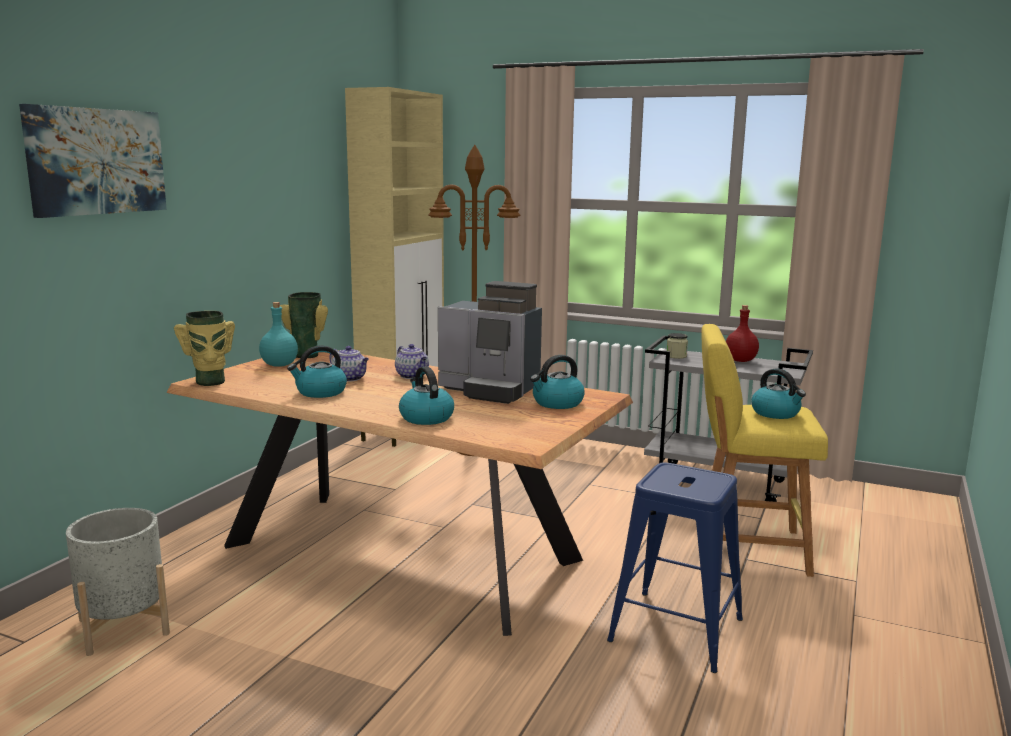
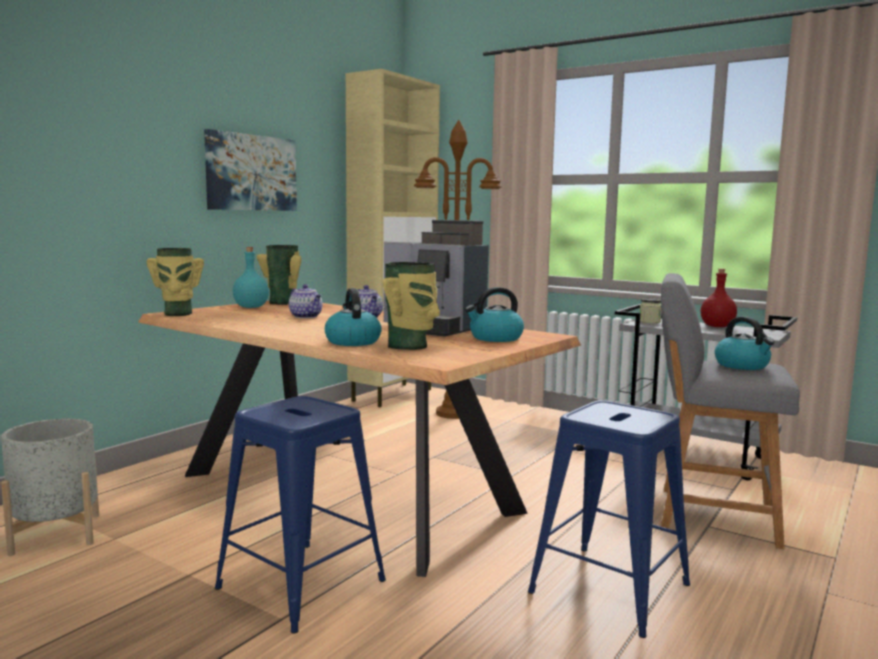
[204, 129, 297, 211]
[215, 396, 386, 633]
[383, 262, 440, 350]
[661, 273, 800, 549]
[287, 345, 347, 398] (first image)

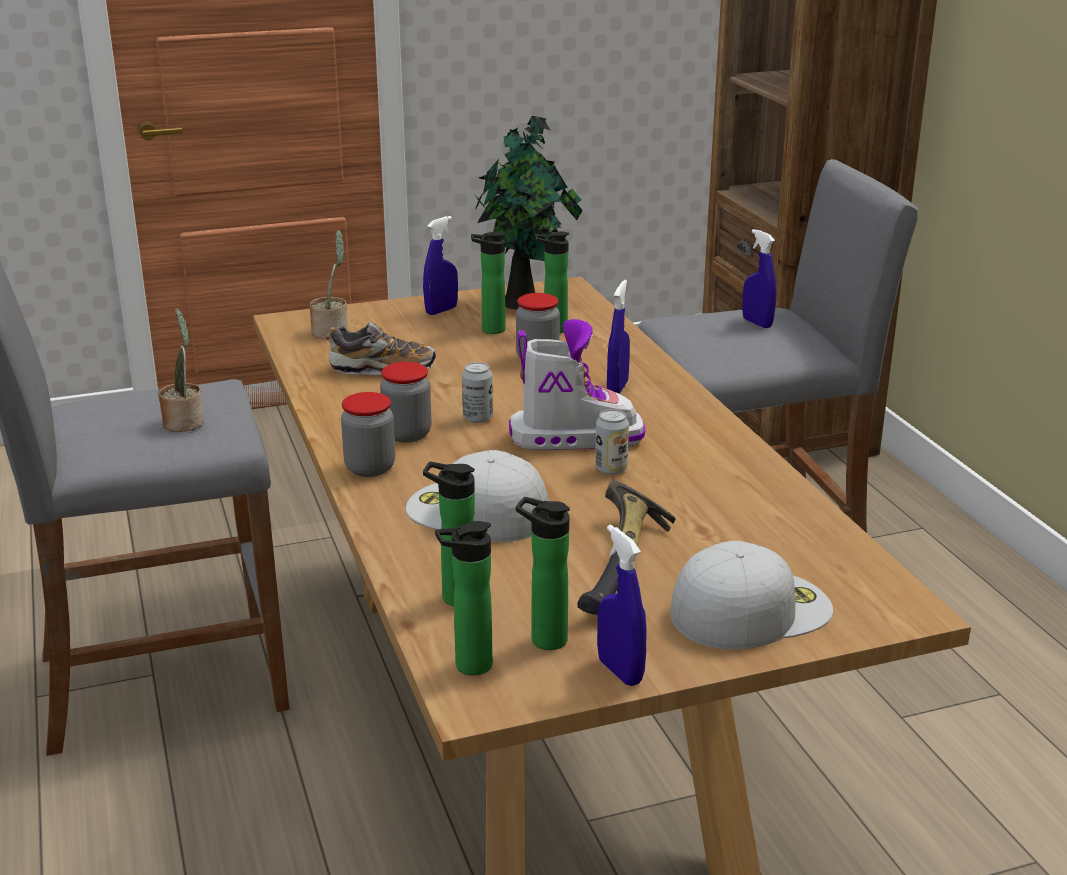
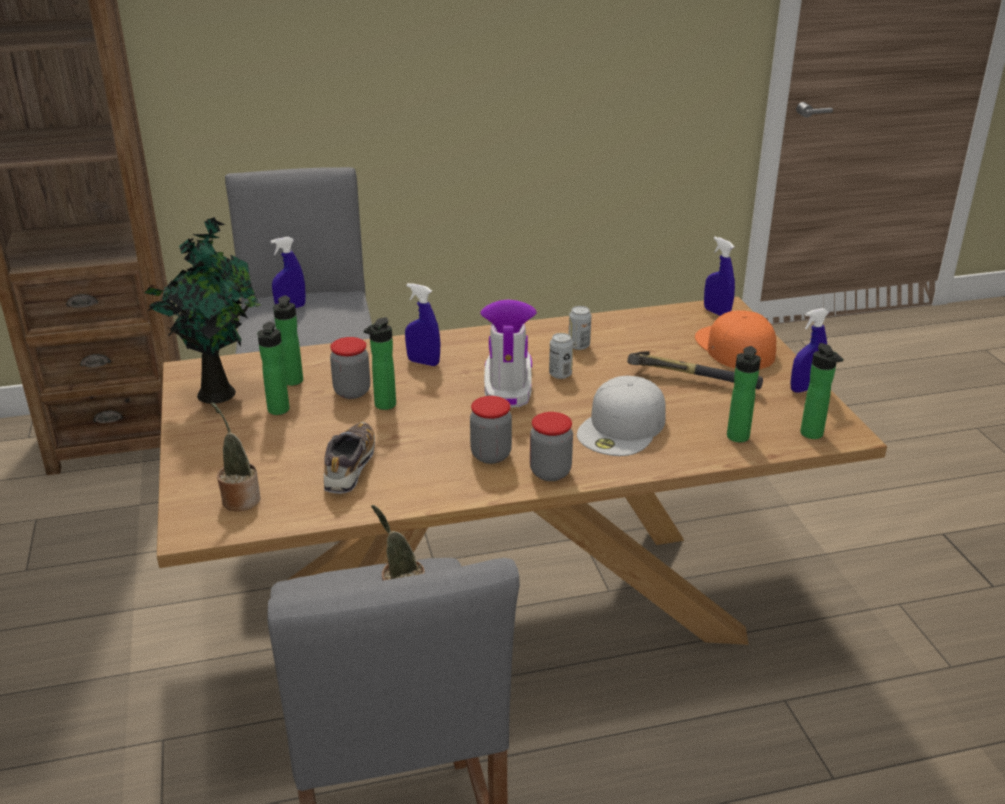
[364, 317, 396, 410]
[569, 306, 592, 350]
[695, 310, 776, 369]
[704, 236, 735, 316]

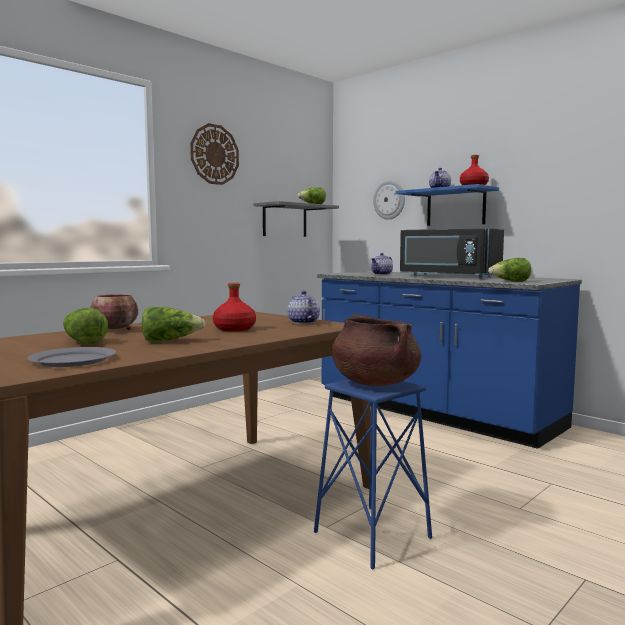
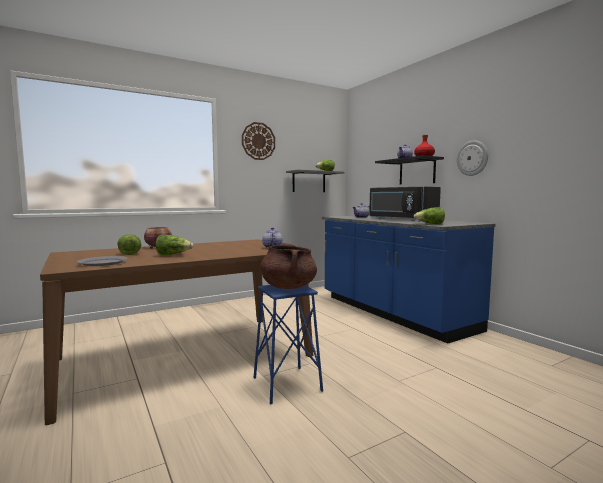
[375, 155, 444, 185]
[457, 141, 488, 176]
[213, 283, 256, 331] (first image)

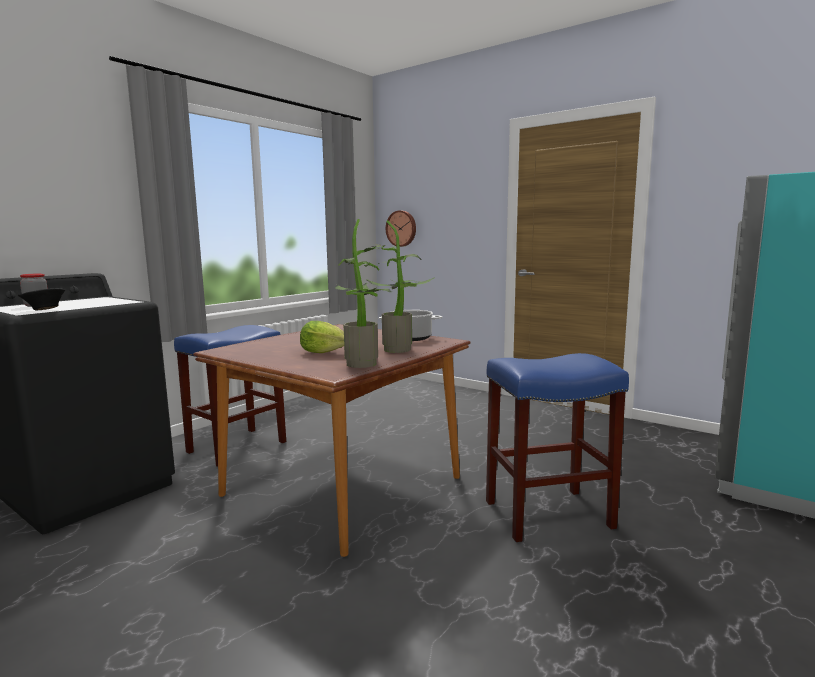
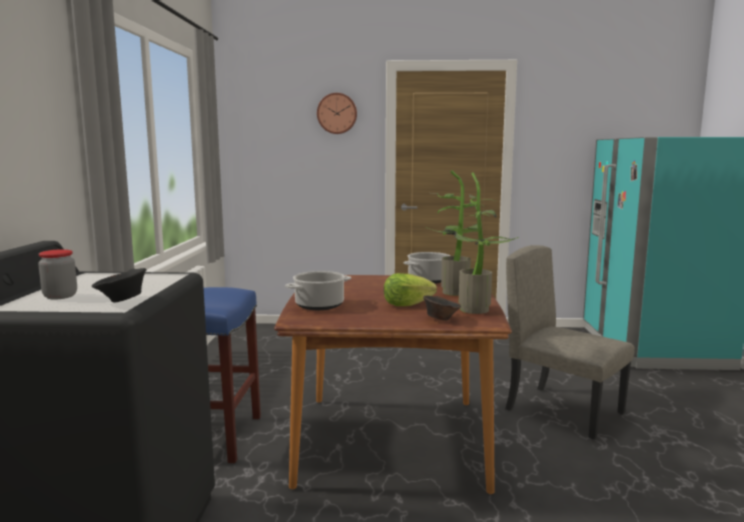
[285, 271, 351, 310]
[317, 93, 357, 134]
[423, 296, 461, 321]
[505, 245, 635, 440]

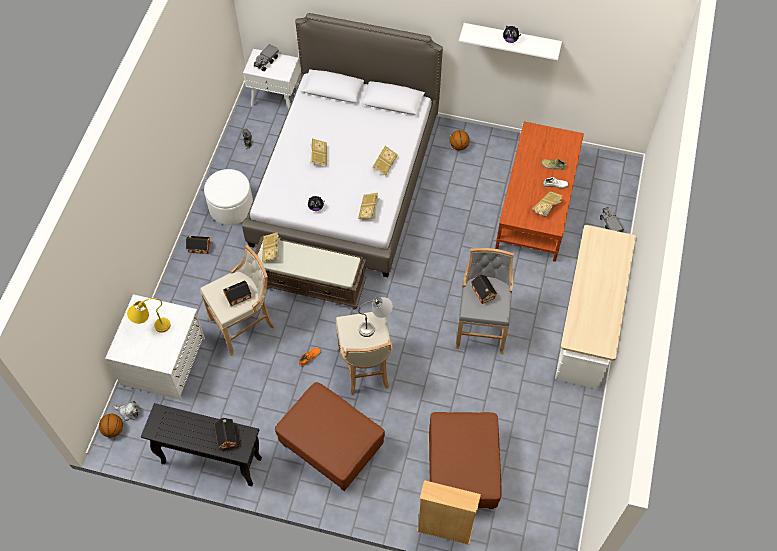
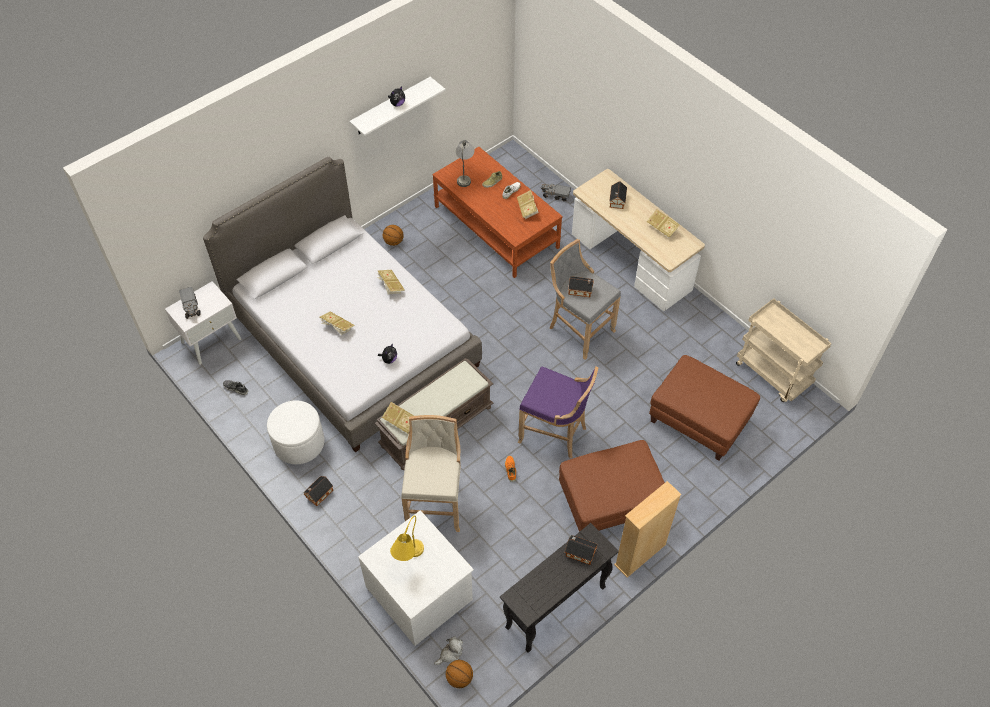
[456, 140, 474, 187]
[518, 366, 599, 458]
[609, 181, 627, 209]
[614, 481, 681, 578]
[647, 209, 680, 238]
[736, 298, 832, 402]

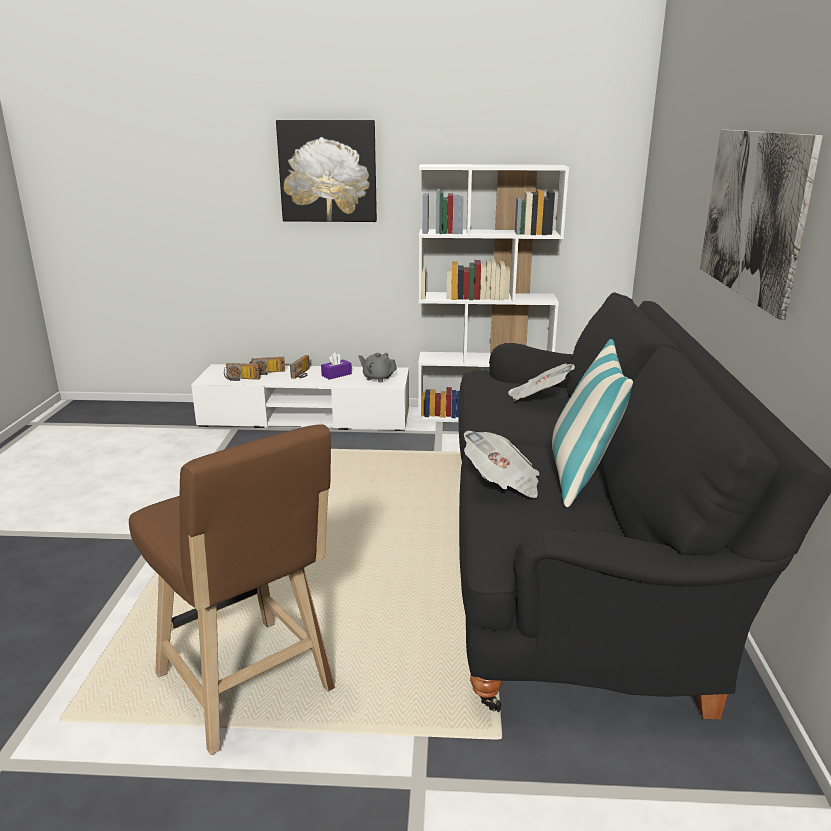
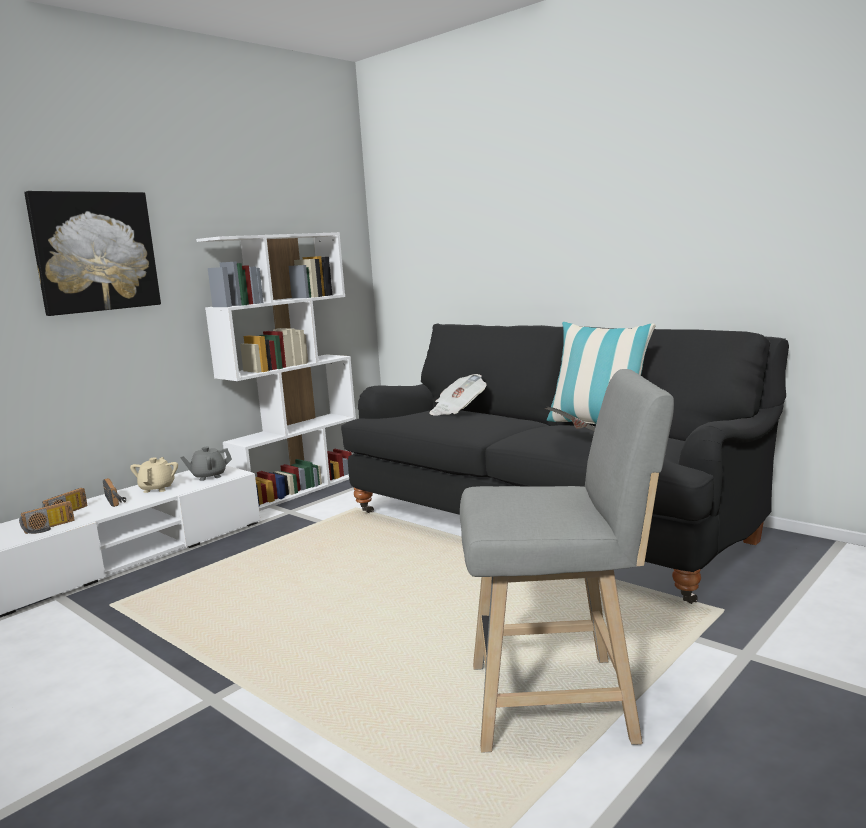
[130, 457, 178, 493]
[460, 369, 674, 753]
[700, 130, 823, 320] (first image)

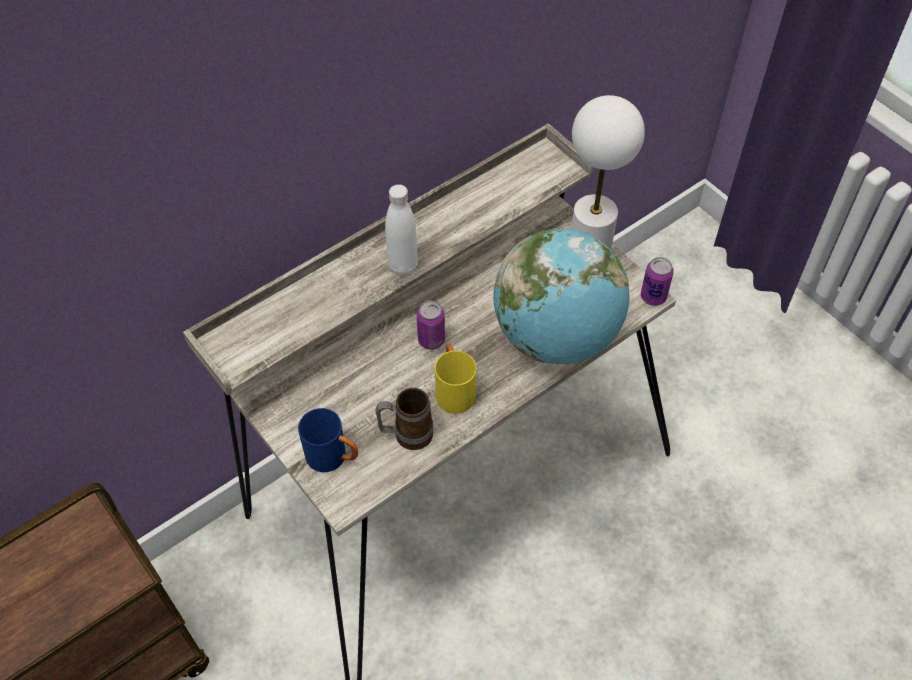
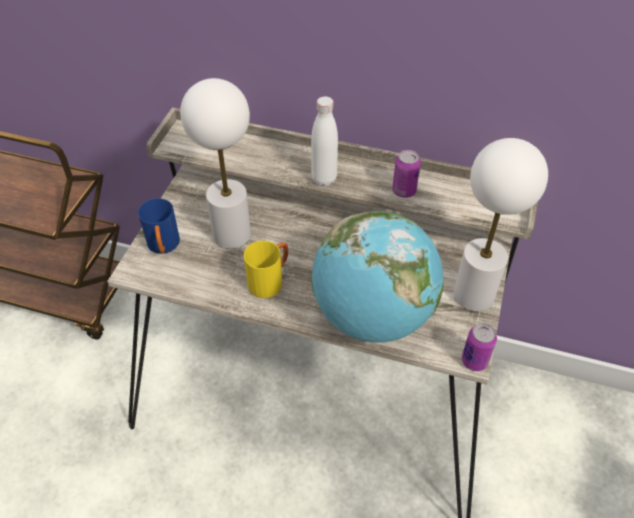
[180, 78, 251, 249]
[392, 150, 421, 198]
[375, 388, 433, 450] (first image)

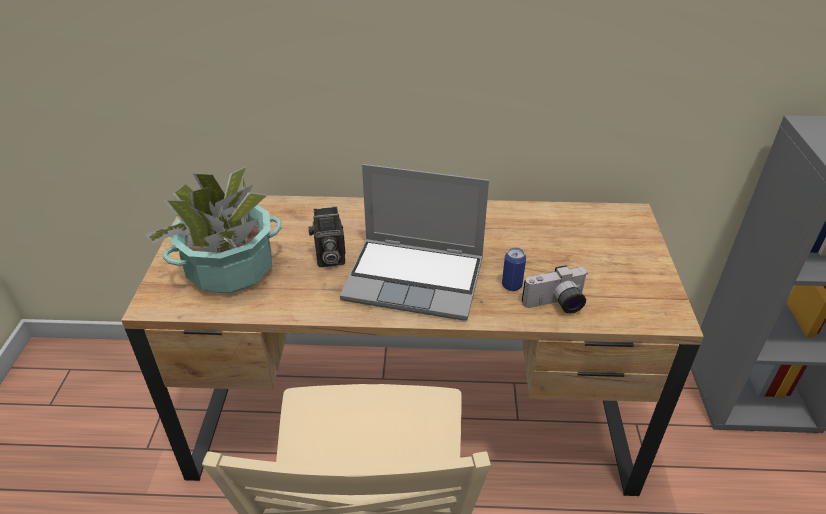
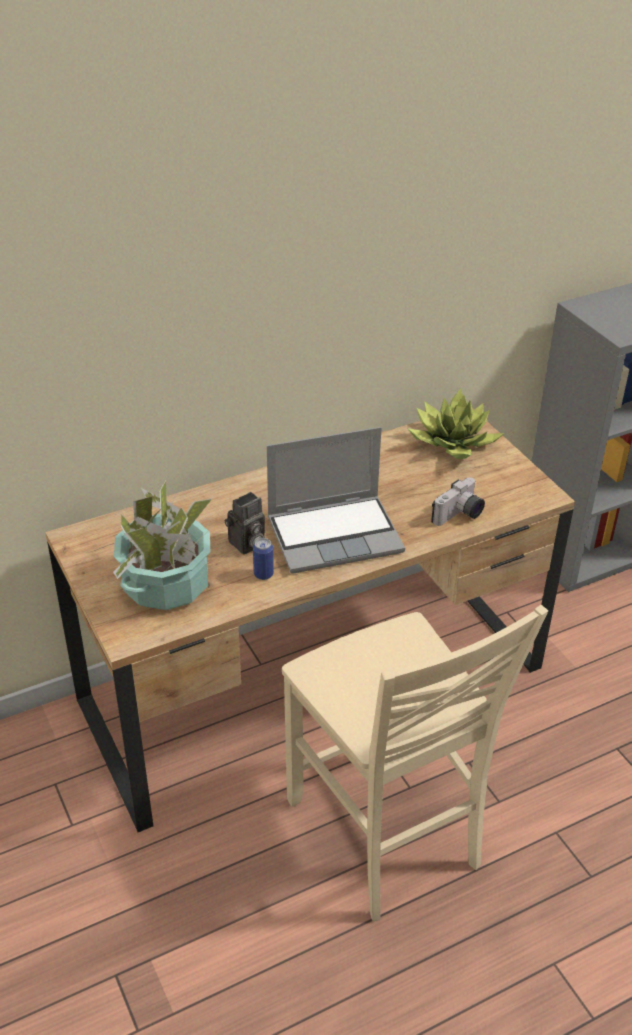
[253, 538, 274, 580]
[408, 388, 505, 459]

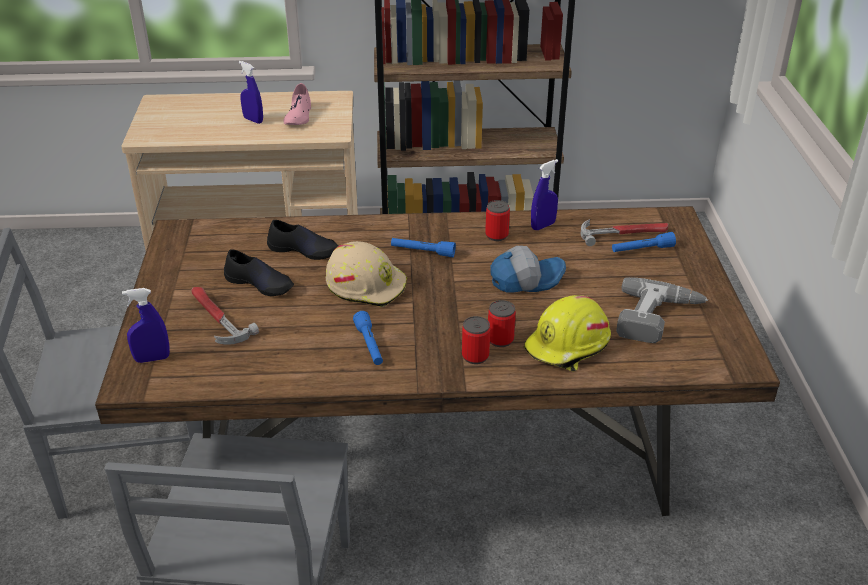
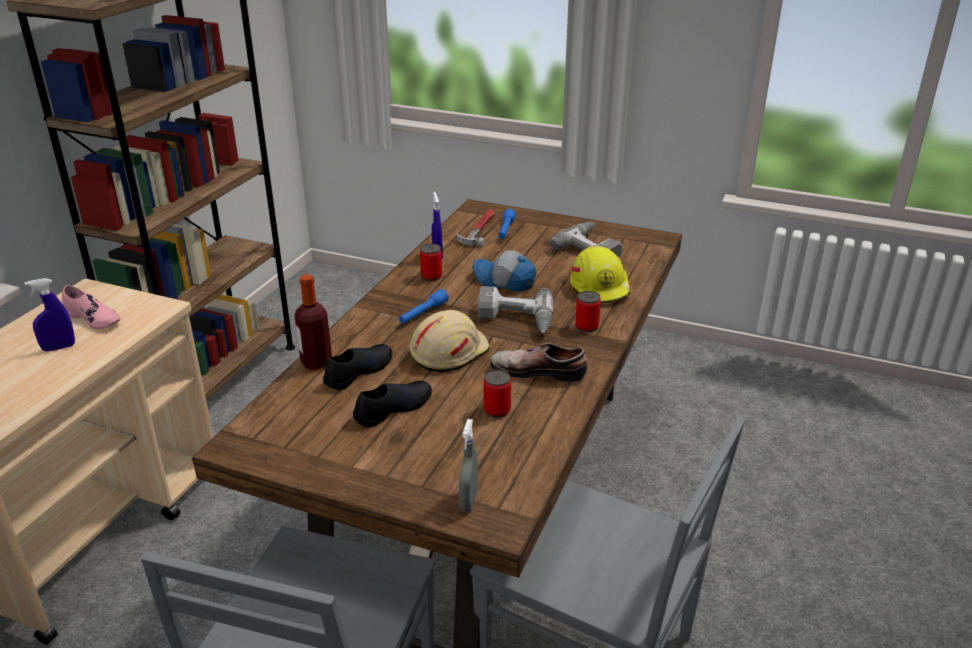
[294, 274, 332, 370]
[459, 419, 478, 512]
[472, 250, 537, 291]
[478, 286, 553, 333]
[483, 370, 511, 418]
[490, 343, 587, 382]
[191, 287, 259, 345] (first image)

